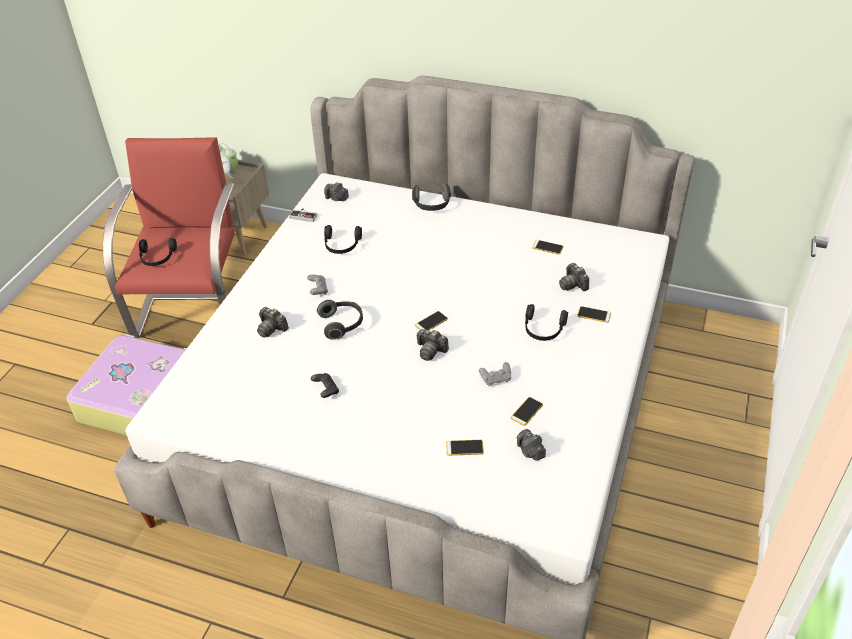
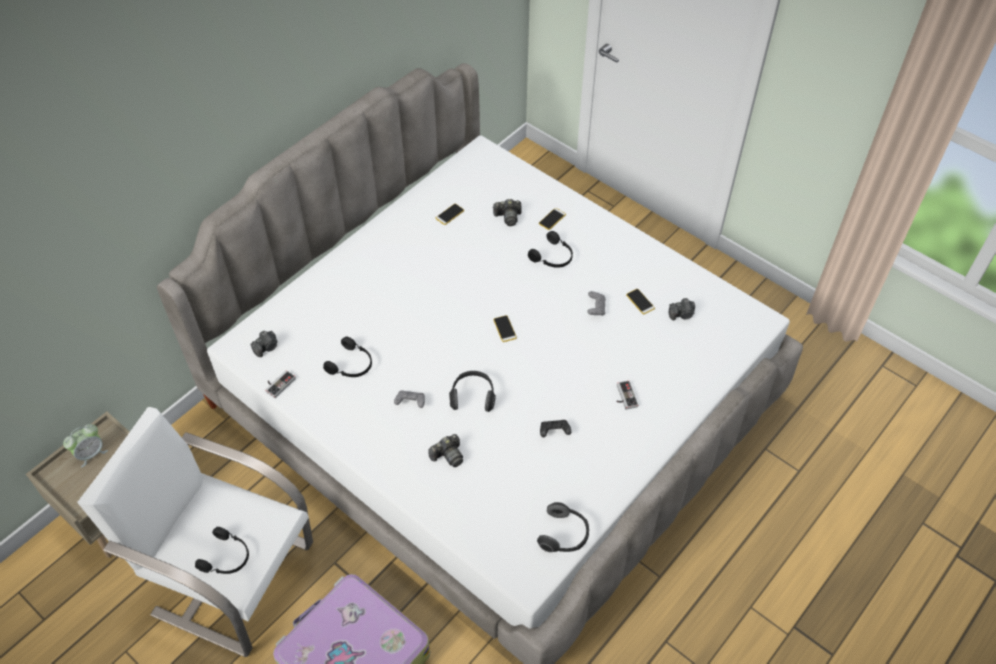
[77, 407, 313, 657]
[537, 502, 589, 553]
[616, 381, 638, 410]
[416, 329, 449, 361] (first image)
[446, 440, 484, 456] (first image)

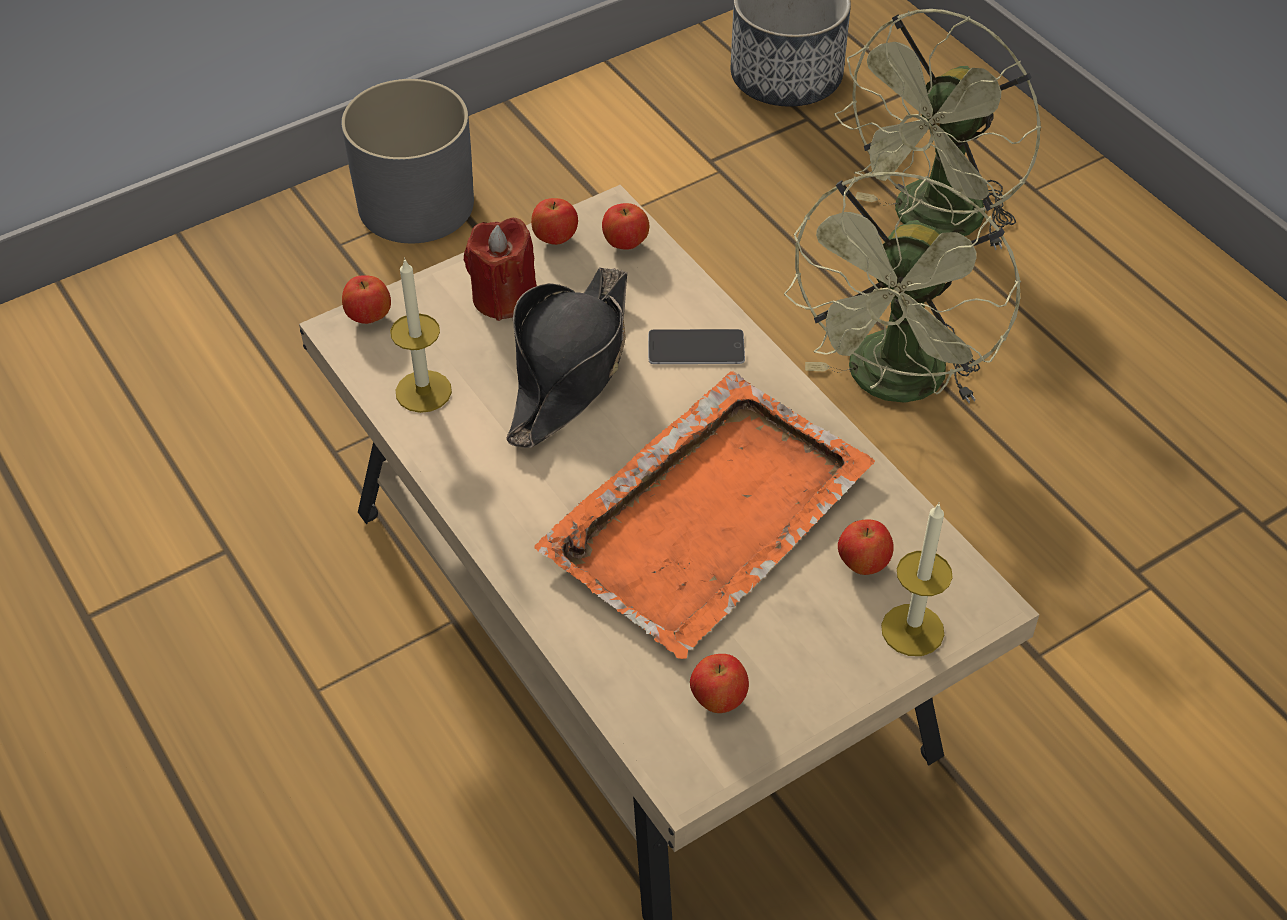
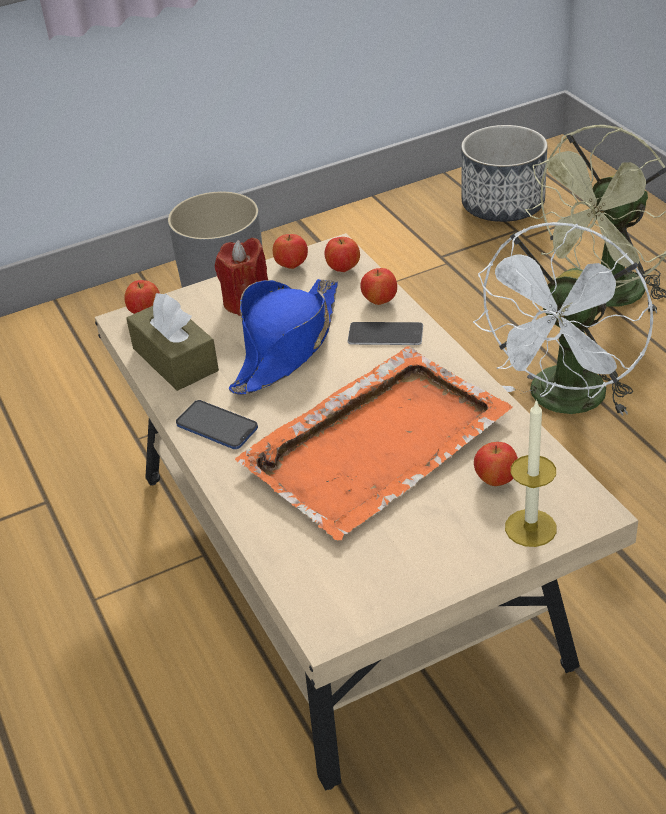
[126, 293, 219, 391]
[176, 400, 258, 449]
[229, 279, 338, 395]
[360, 268, 397, 305]
[473, 222, 653, 416]

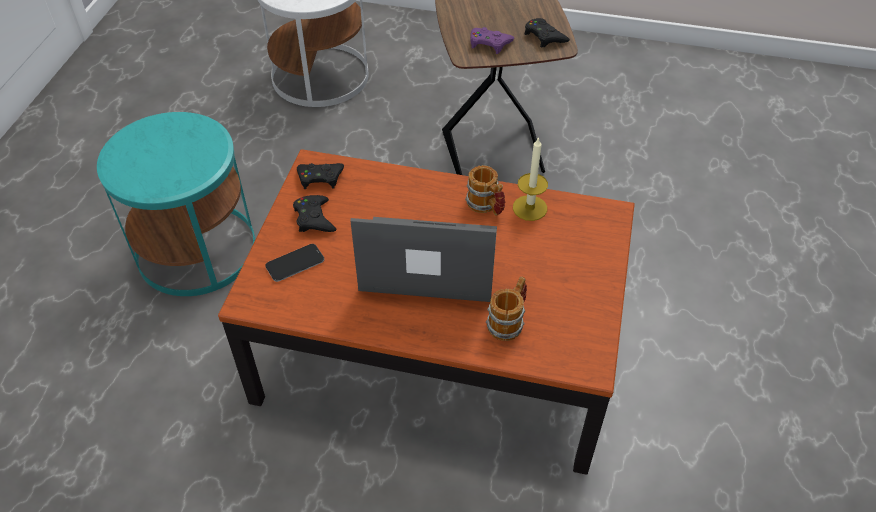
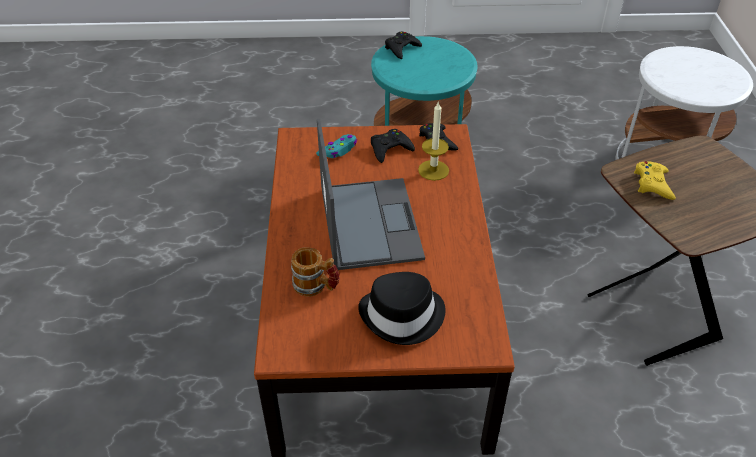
[316, 134, 357, 158]
[358, 272, 445, 345]
[385, 32, 422, 59]
[418, 102, 449, 181]
[634, 161, 676, 200]
[465, 165, 505, 216] (first image)

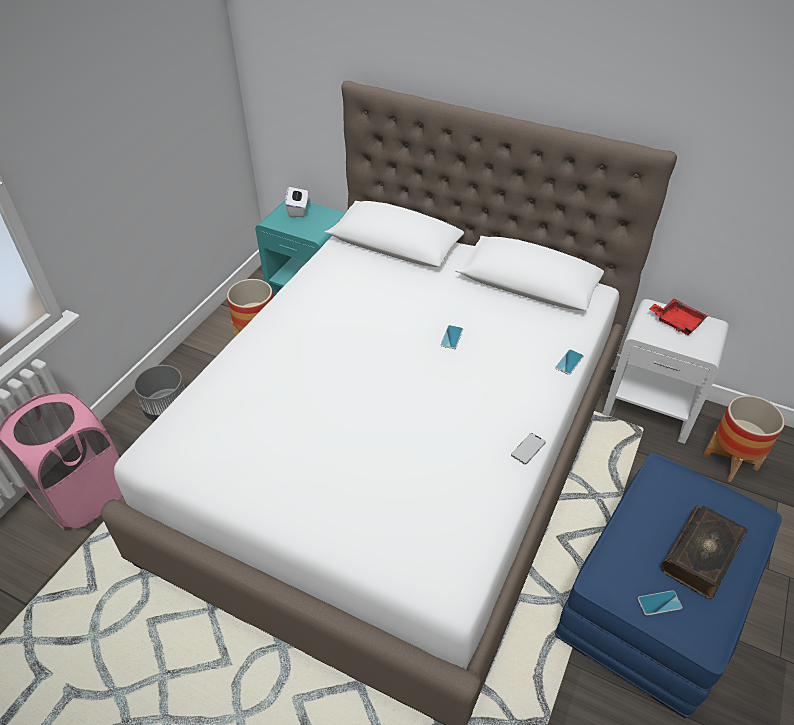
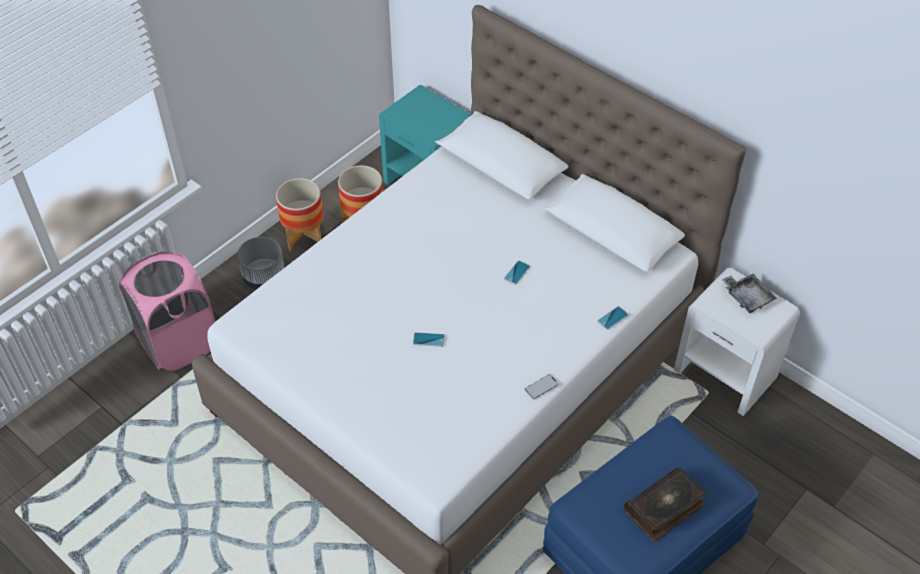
[276, 178, 323, 251]
[413, 332, 445, 347]
[722, 274, 777, 313]
[285, 187, 308, 217] (first image)

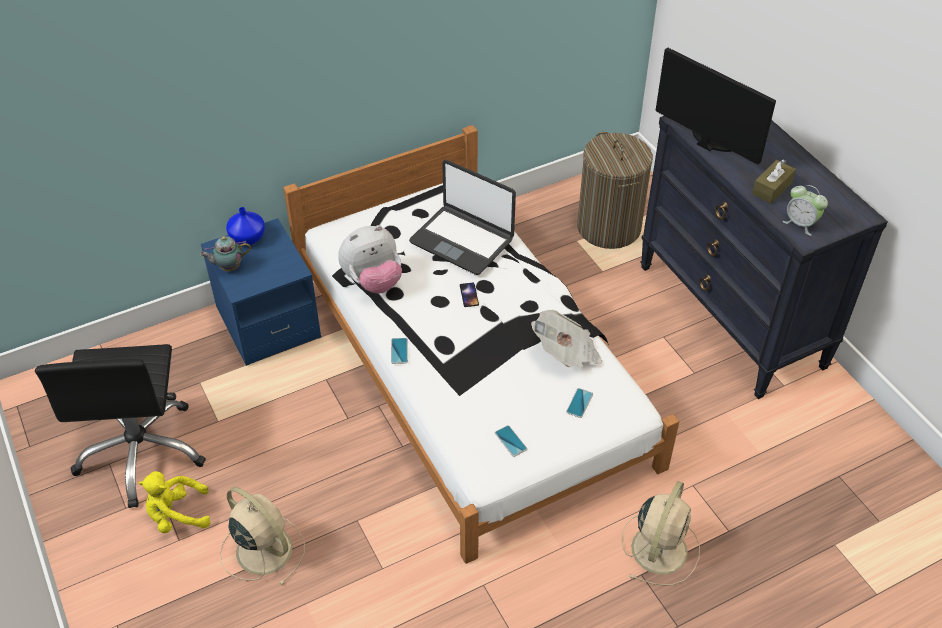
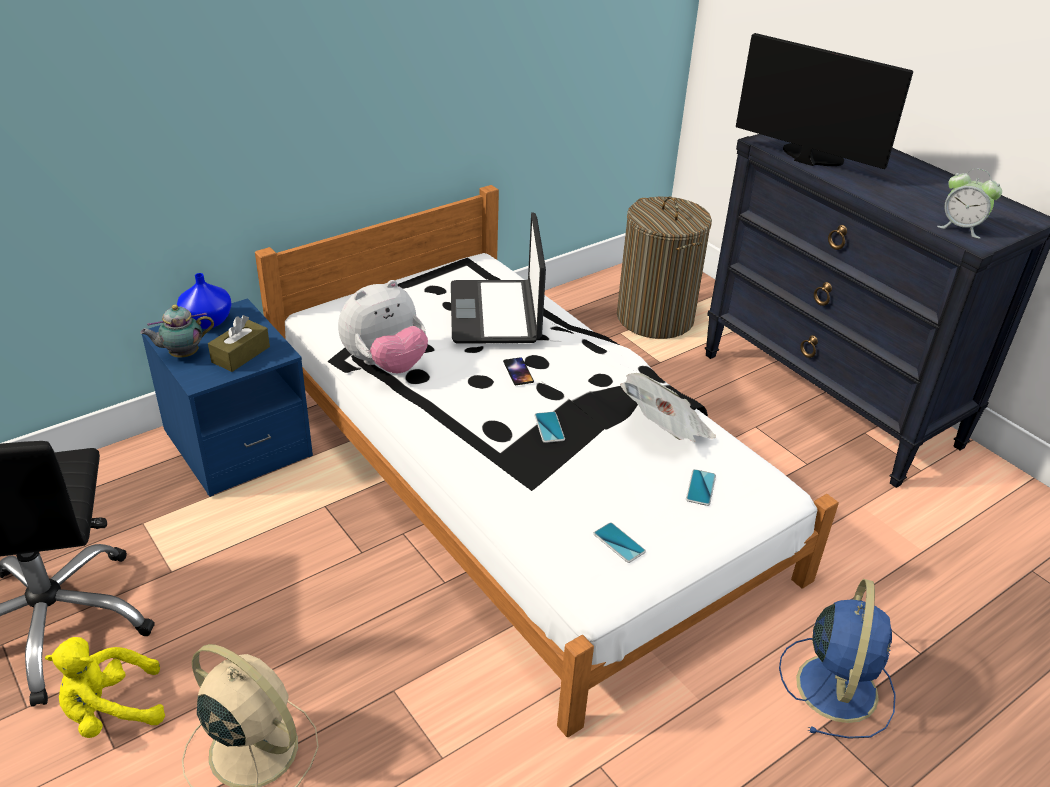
[208, 315, 270, 372]
[451, 212, 546, 344]
[534, 412, 565, 443]
[779, 579, 896, 739]

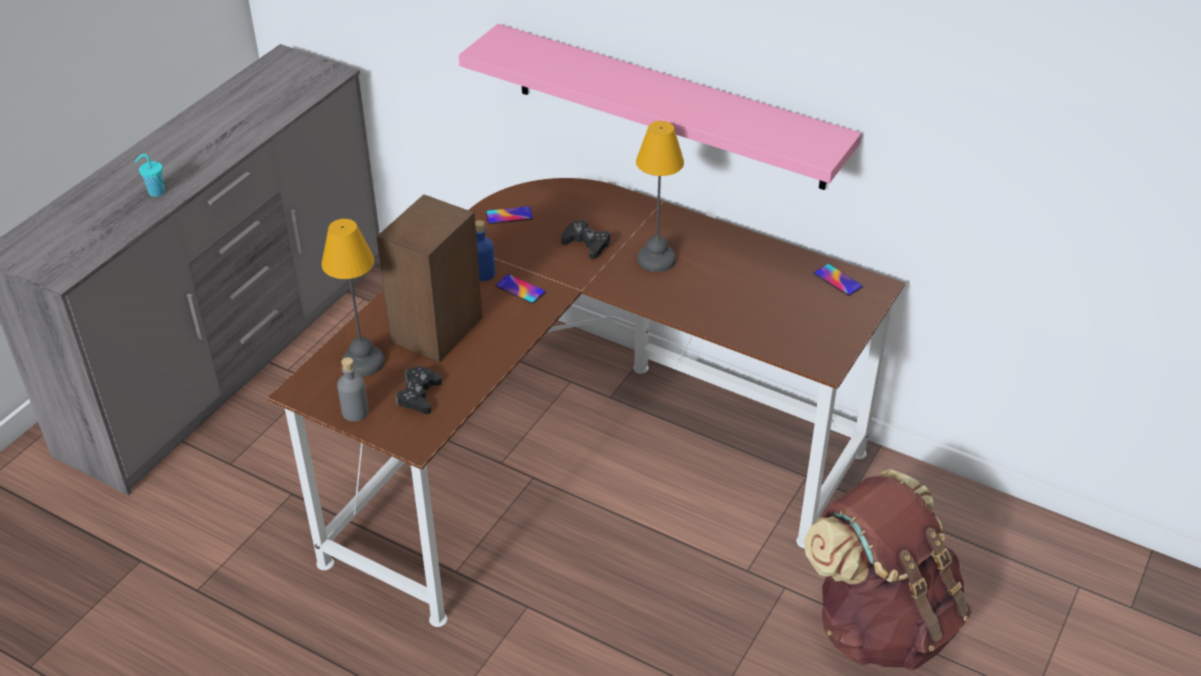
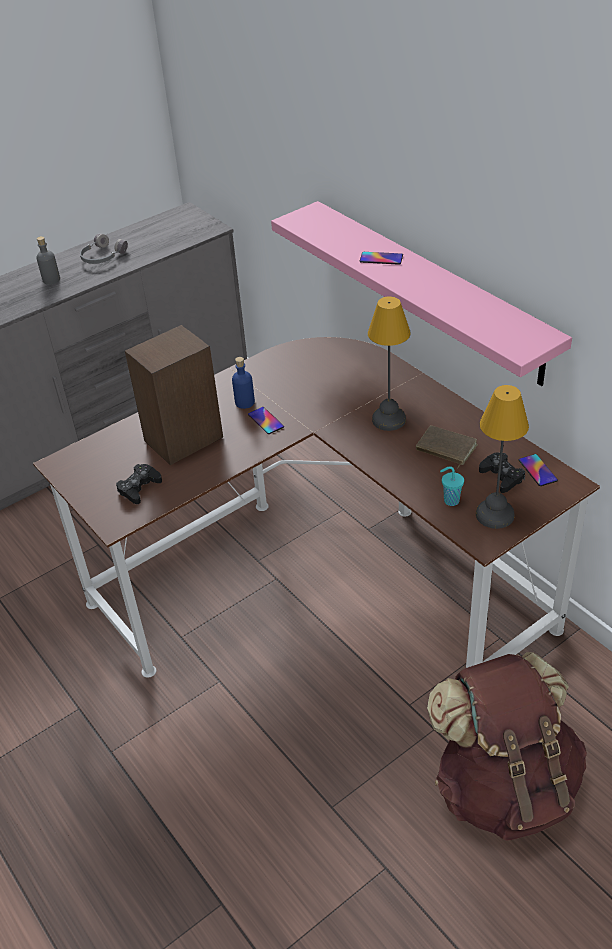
[36, 236, 60, 285]
[80, 234, 128, 264]
[359, 252, 403, 265]
[416, 425, 478, 469]
[440, 466, 464, 506]
[476, 385, 529, 529]
[479, 453, 525, 493]

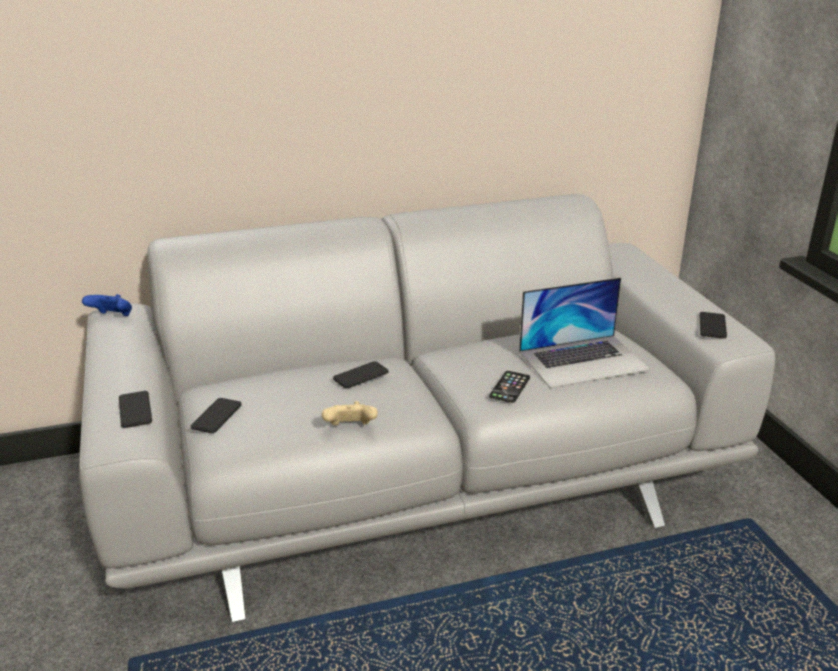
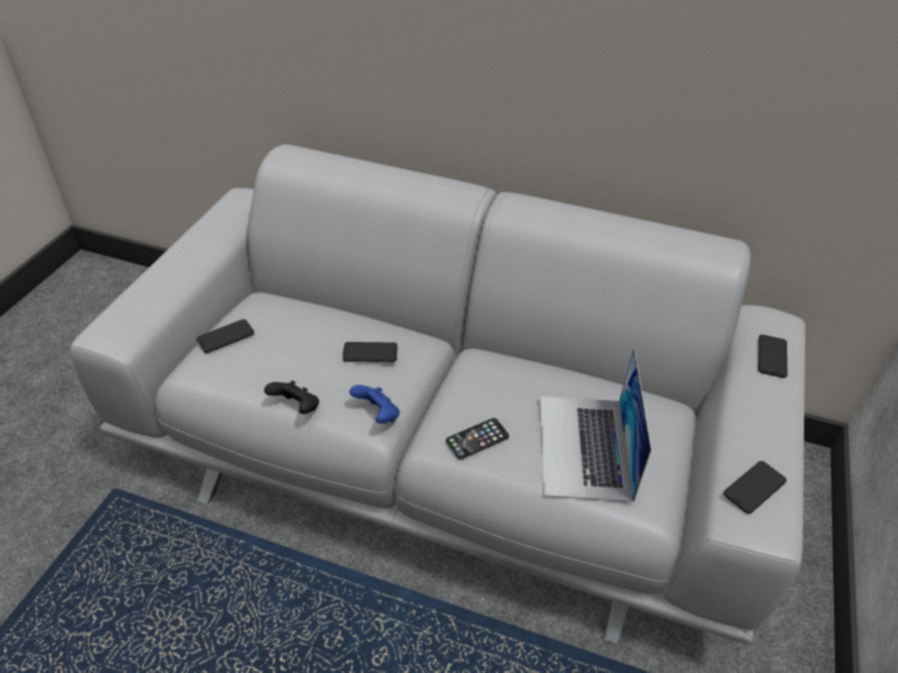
[264, 380, 319, 414]
[349, 385, 400, 423]
[540, 348, 652, 502]
[758, 335, 788, 378]

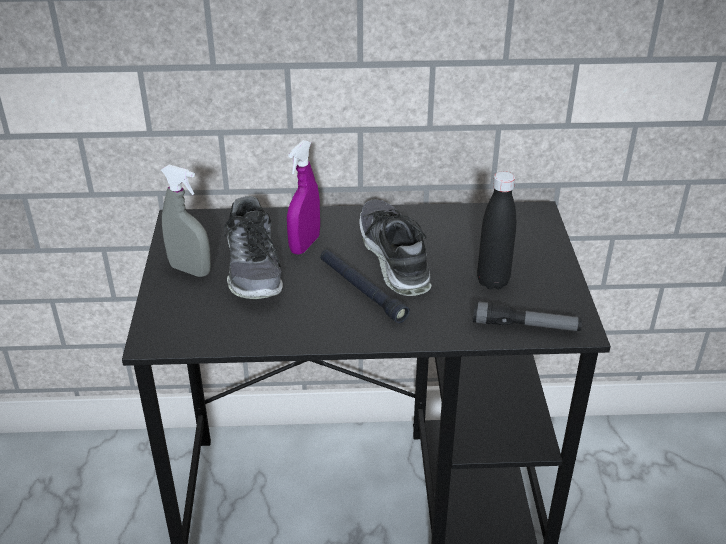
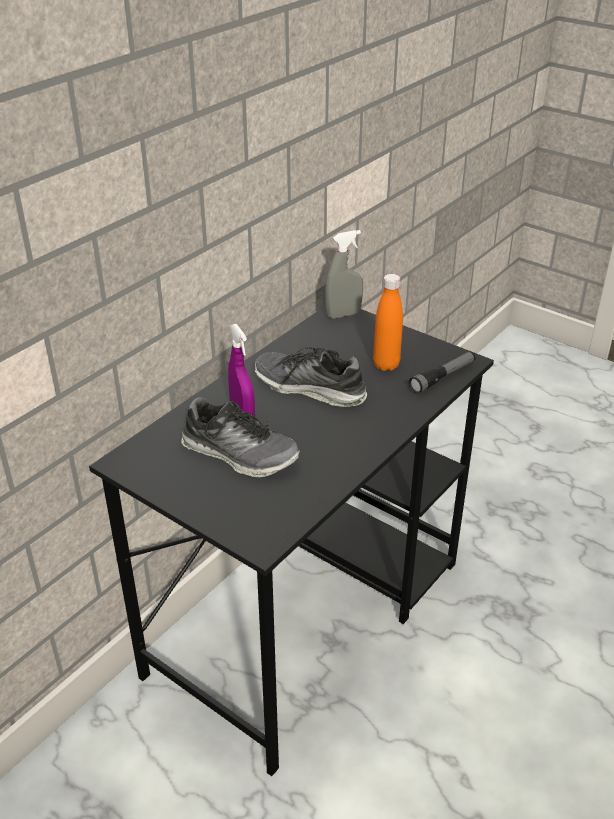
[325, 230, 363, 319]
[373, 274, 403, 371]
[320, 249, 410, 323] (first image)

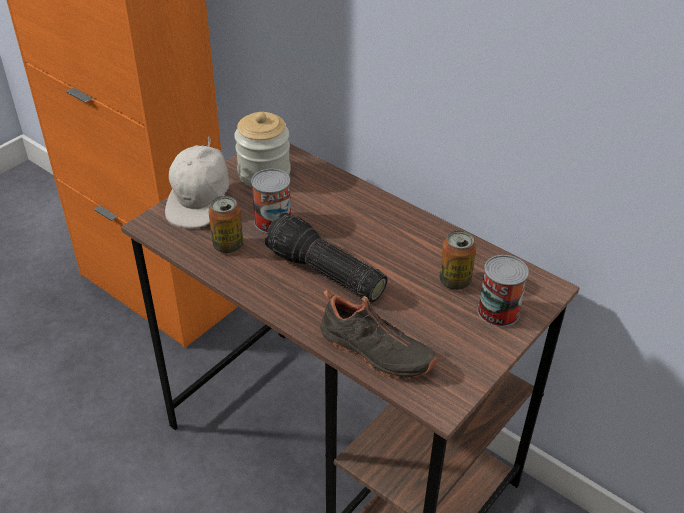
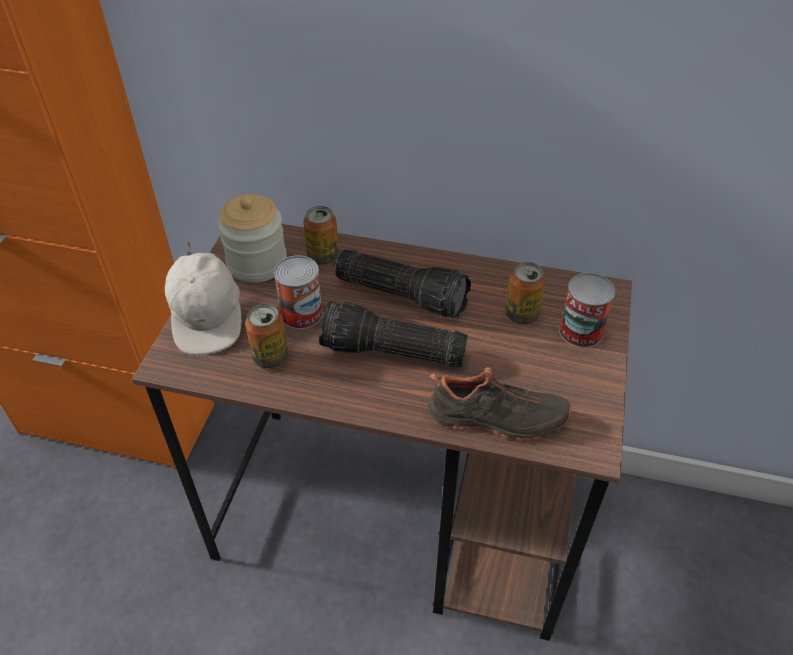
[303, 206, 339, 265]
[335, 250, 471, 318]

